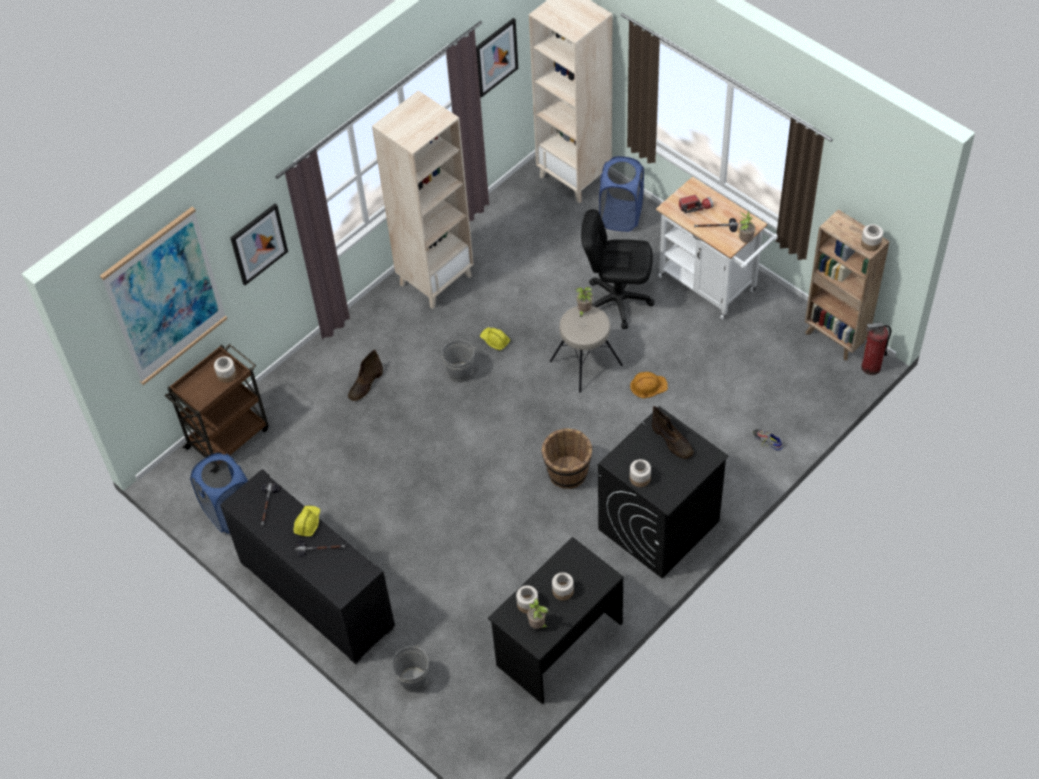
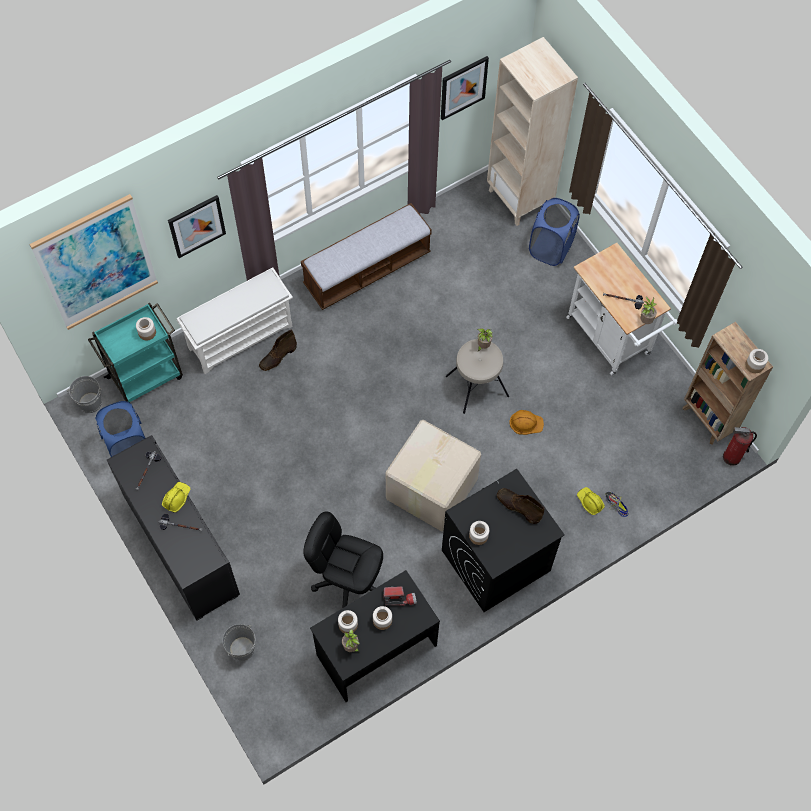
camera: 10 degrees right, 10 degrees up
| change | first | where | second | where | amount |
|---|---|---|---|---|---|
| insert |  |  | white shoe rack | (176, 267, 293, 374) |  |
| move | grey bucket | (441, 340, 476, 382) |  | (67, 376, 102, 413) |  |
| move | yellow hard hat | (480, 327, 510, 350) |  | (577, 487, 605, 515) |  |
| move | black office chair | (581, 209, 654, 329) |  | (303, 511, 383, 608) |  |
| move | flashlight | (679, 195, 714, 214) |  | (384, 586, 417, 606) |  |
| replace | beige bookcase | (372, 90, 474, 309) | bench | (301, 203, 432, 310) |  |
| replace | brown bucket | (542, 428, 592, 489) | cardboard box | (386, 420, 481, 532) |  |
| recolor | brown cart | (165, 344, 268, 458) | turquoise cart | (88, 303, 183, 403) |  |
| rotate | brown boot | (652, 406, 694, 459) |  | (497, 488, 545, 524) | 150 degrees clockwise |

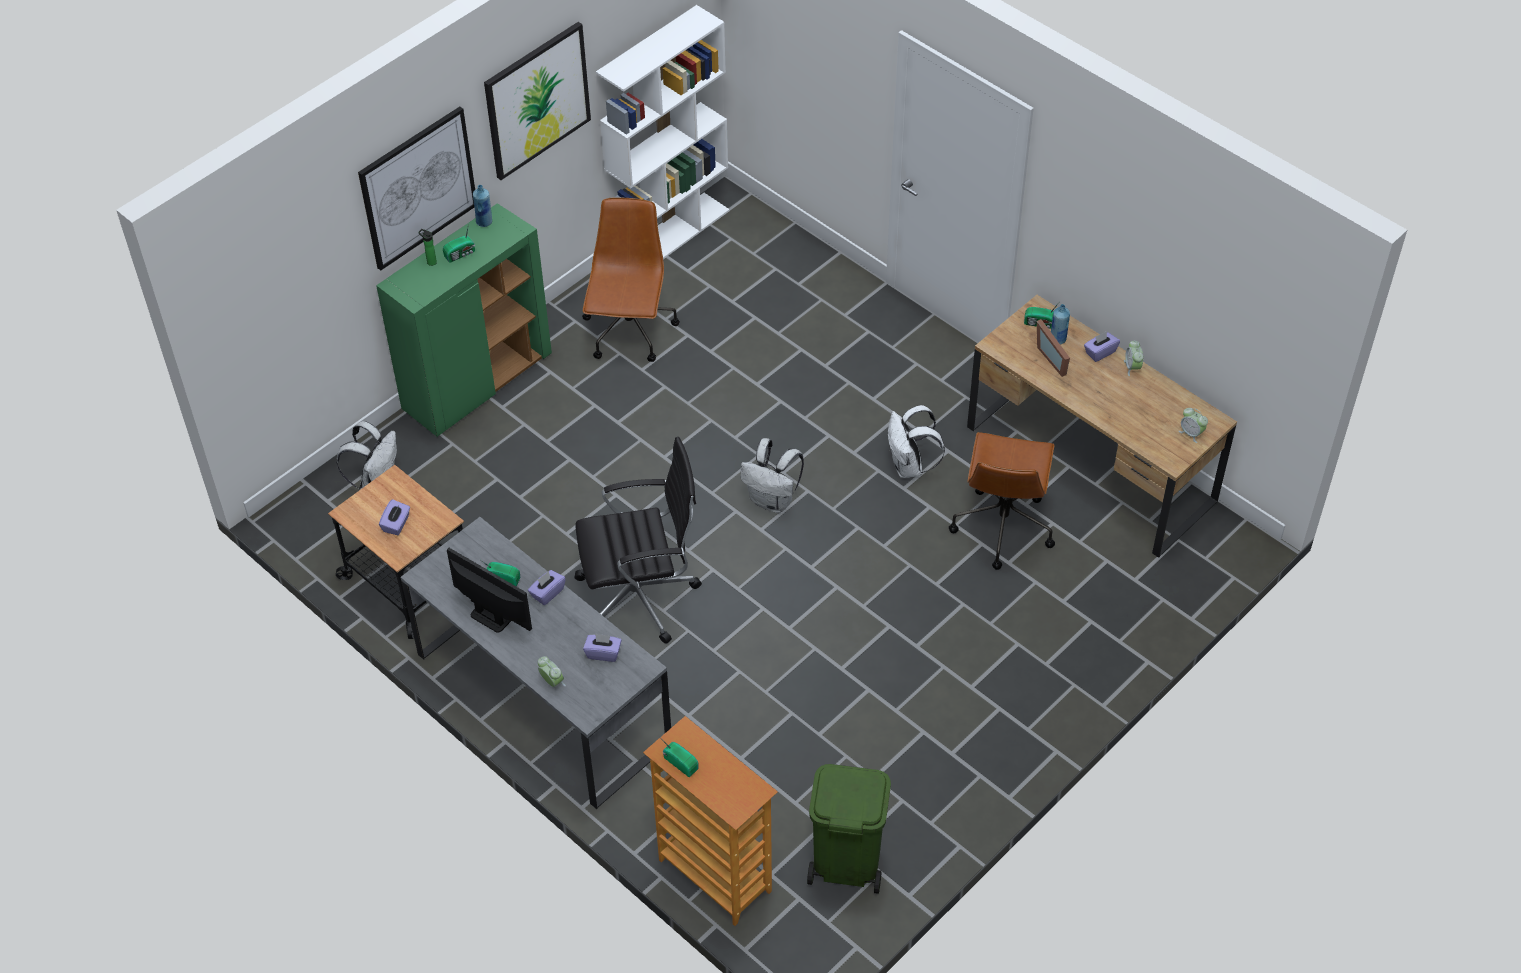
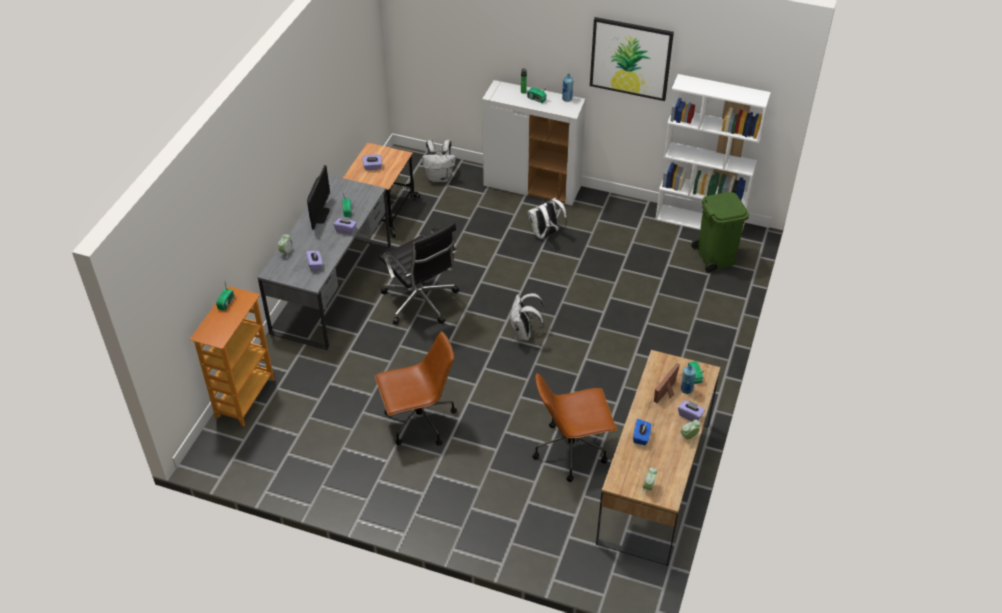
camera: 65 degrees right, 5 degrees down
| change | first | where | second | where | amount |
|---|---|---|---|---|---|
| delete | picture | (358, 107, 475, 271) |  |  |  |
| insert |  |  | blue tissue box | (633, 419, 651, 445) |  |
| move | brown office chair | (582, 197, 680, 362) |  | (375, 331, 457, 446) |  |
| move | green trash can | (807, 764, 891, 894) |  | (691, 192, 749, 273) |  |
| move | white backpack | (888, 405, 945, 478) |  | (528, 198, 567, 239) |  |
| recolor | green cabinet | (376, 203, 552, 437) | white cabinet | (482, 80, 585, 206) |  |

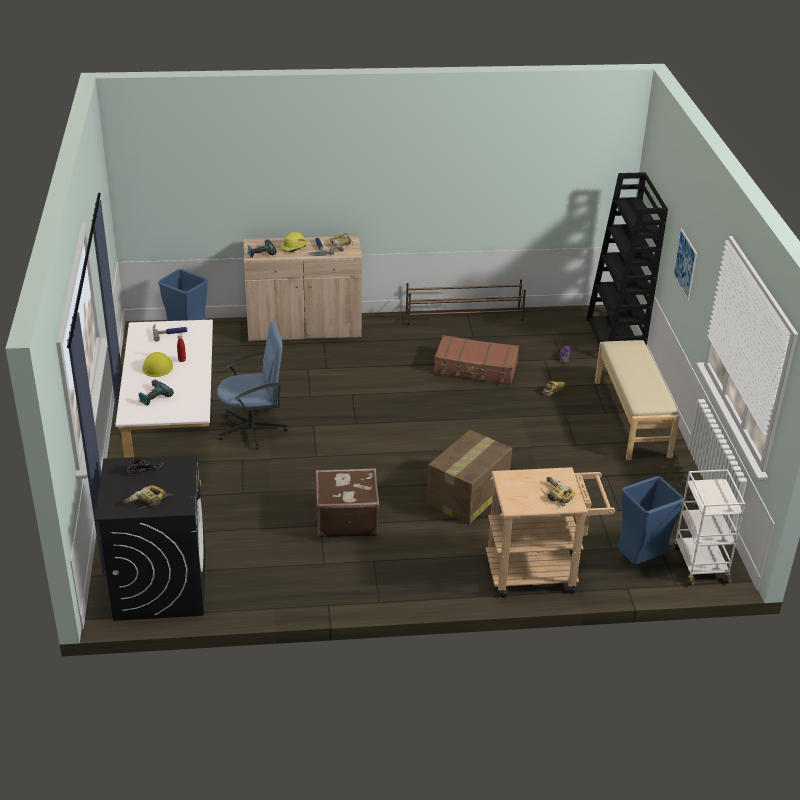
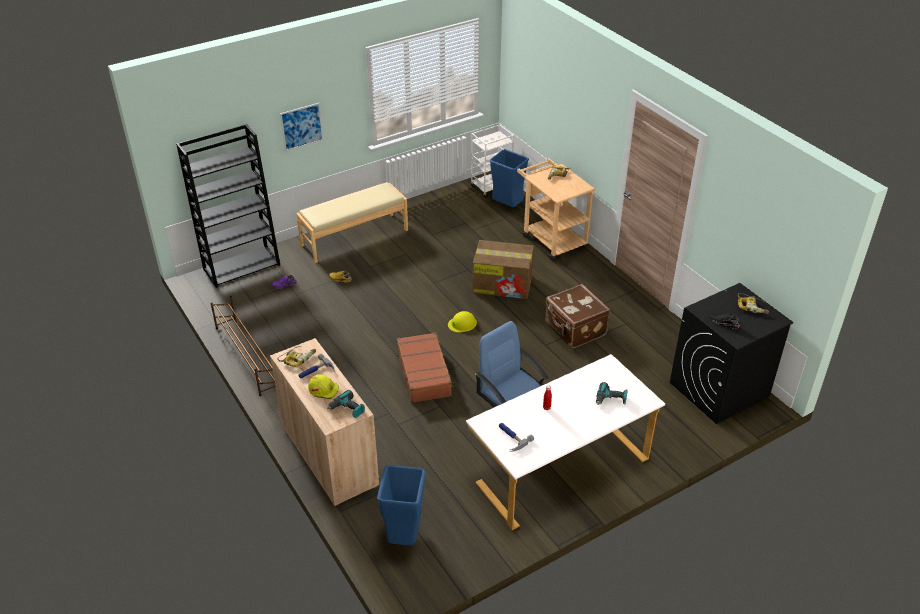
camera: 115 degrees left, 5 degrees up
| change | first | where | second | where | amount |
|---|---|---|---|---|---|
| move | yellow hard hat | (142, 352, 173, 377) |  | (448, 311, 477, 333) |  |
| move | brown suitcase | (434, 335, 519, 385) |  | (397, 332, 453, 403) |  |

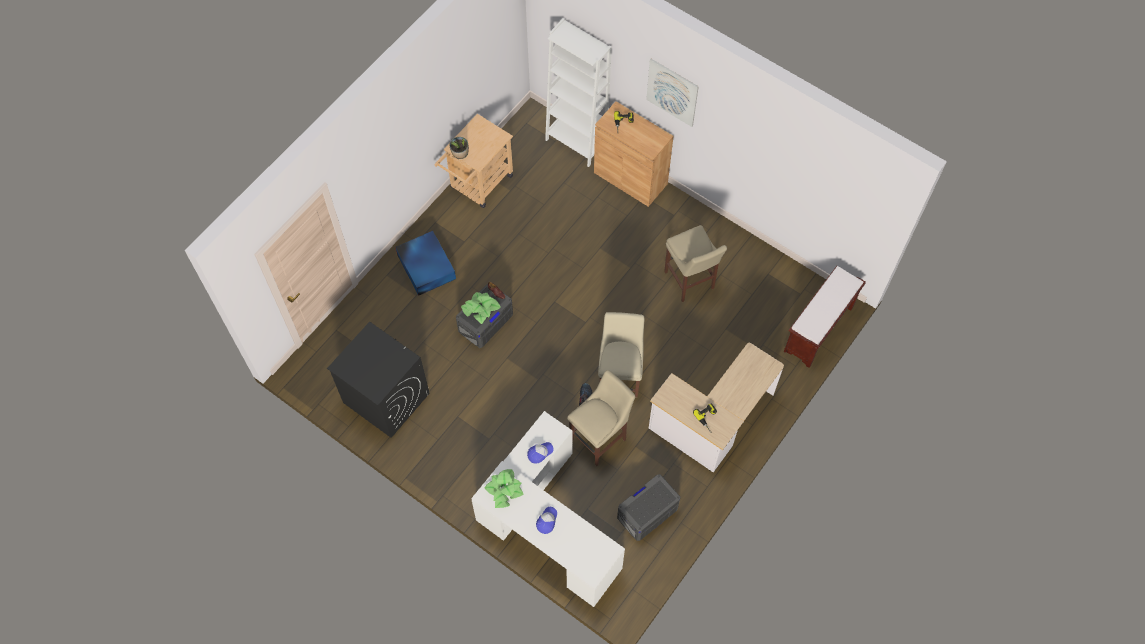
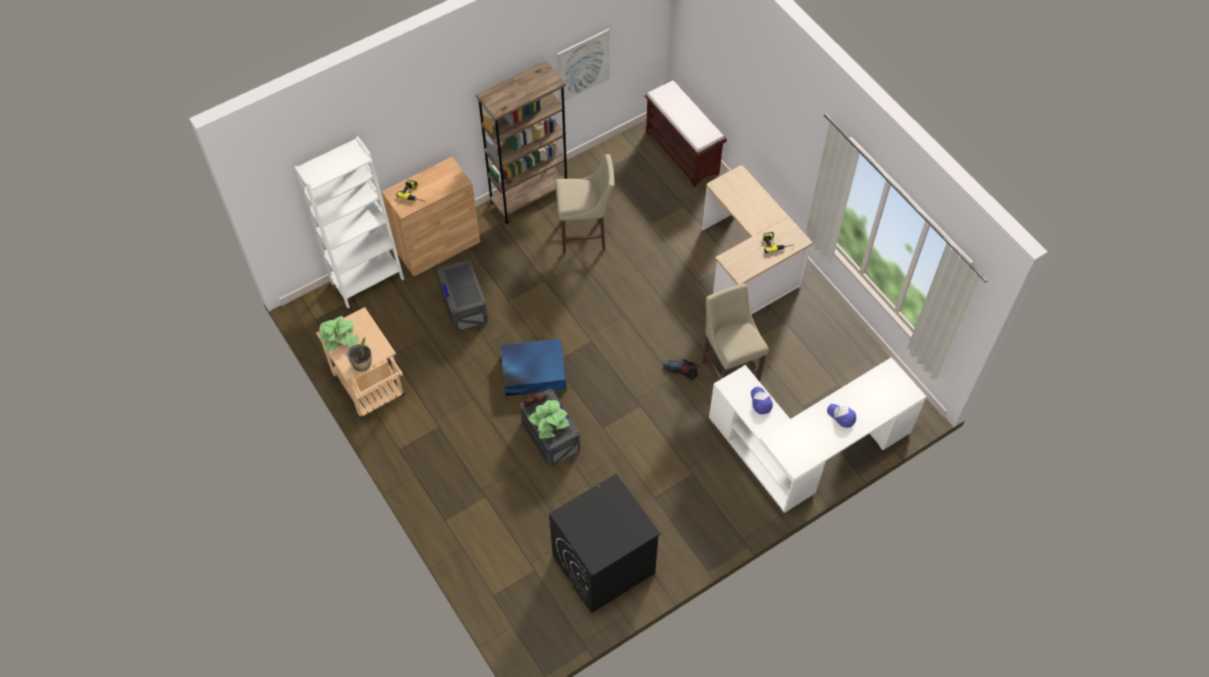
camera: 70 degrees left, 5 degrees down
| change | first | where | second | where | amount |
|---|---|---|---|---|---|
| delete | beige chair | (598, 312, 645, 397) |  |  |  |
| insert |  |  | brown bookcase | (476, 61, 567, 224) |  |
| move | blue storage box | (395, 231, 456, 296) |  | (500, 339, 567, 396) |  |
| move | potted plant | (484, 469, 524, 508) |  | (319, 316, 358, 352) |  |
| move | grey storage box | (617, 474, 680, 541) |  | (437, 260, 488, 332) |  |
| move | picture | (646, 59, 699, 127) |  | (557, 29, 610, 103) |  |

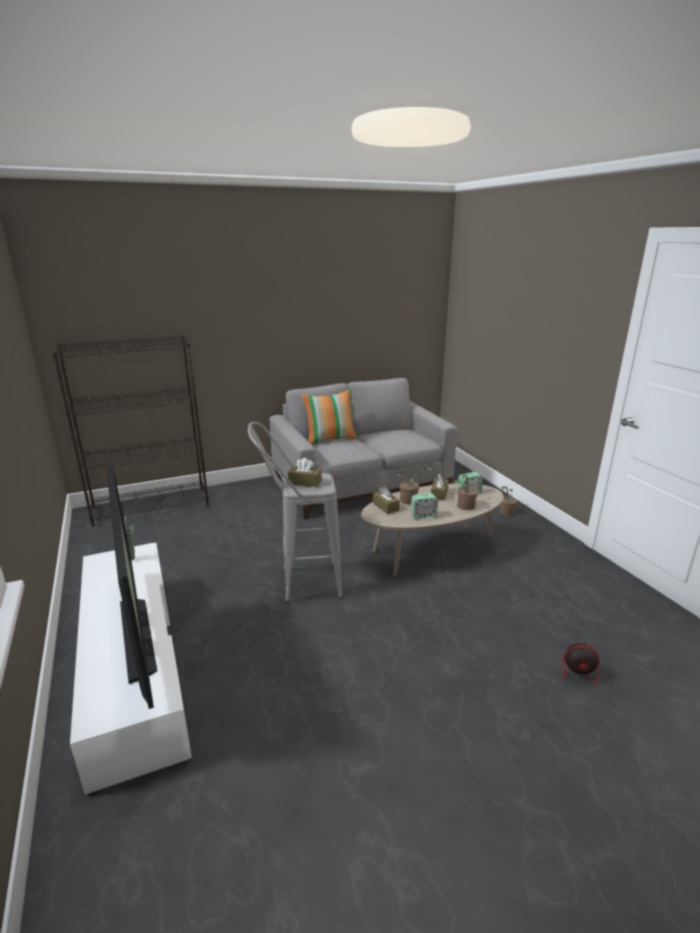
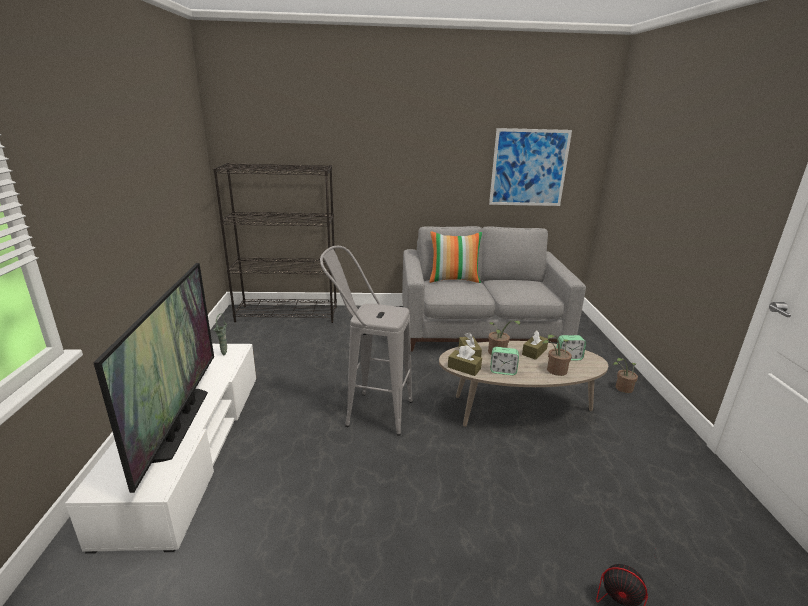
camera: 20 degrees right, 0 degrees up
| change | first | where | second | where | amount |
|---|---|---|---|---|---|
| insert |  |  | picture | (489, 128, 572, 206) |  |
| move | brown tissue box | (288, 458, 322, 487) |  | (448, 345, 482, 376) |  |

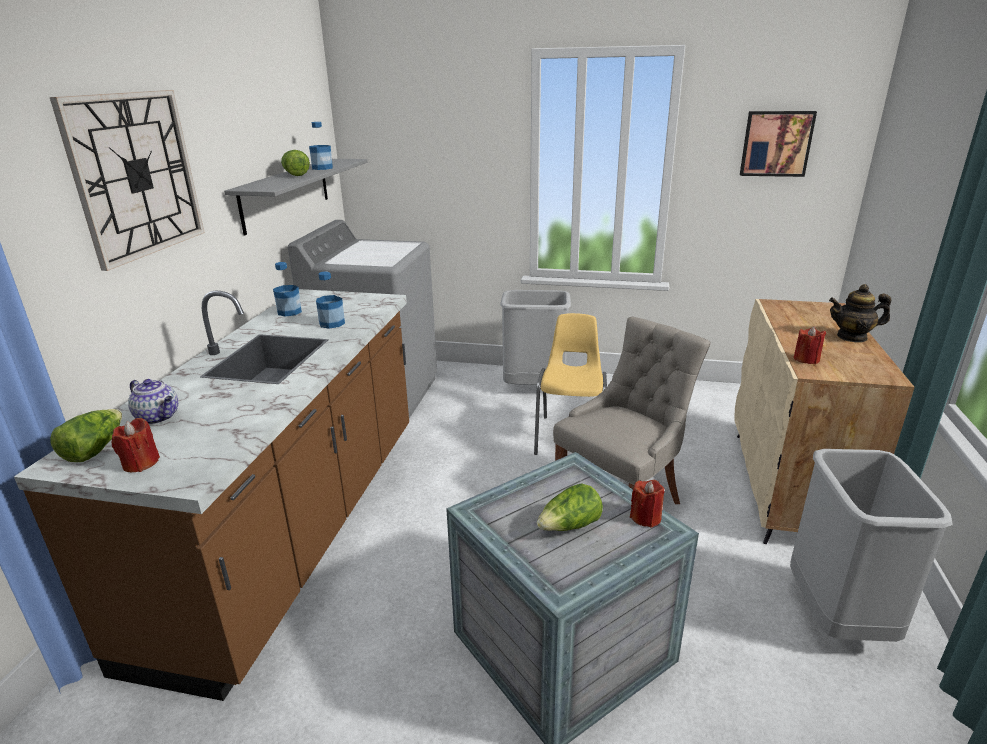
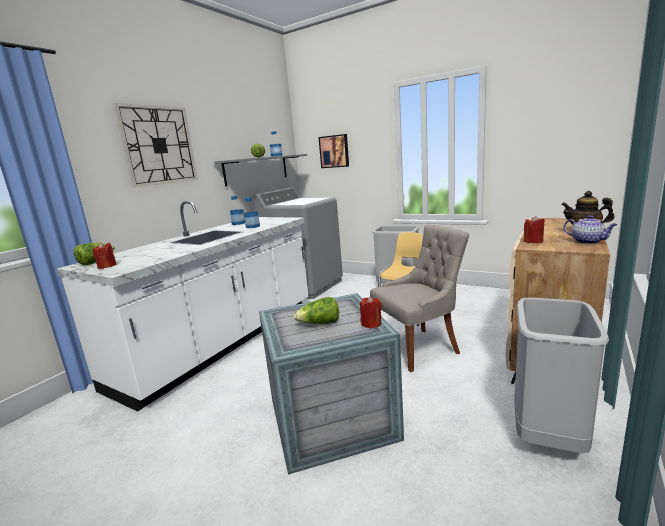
camera: 20 degrees right, 10 degrees down
| change | first | where | second | where | amount |
|---|---|---|---|---|---|
| move | teapot | (128, 379, 178, 424) |  | (564, 215, 617, 244) |  |
| move | picture | (740, 111, 817, 177) |  | (318, 134, 349, 168) |  |
| recolor | brown counter | (14, 289, 409, 701) | white counter | (57, 201, 308, 412) |  |

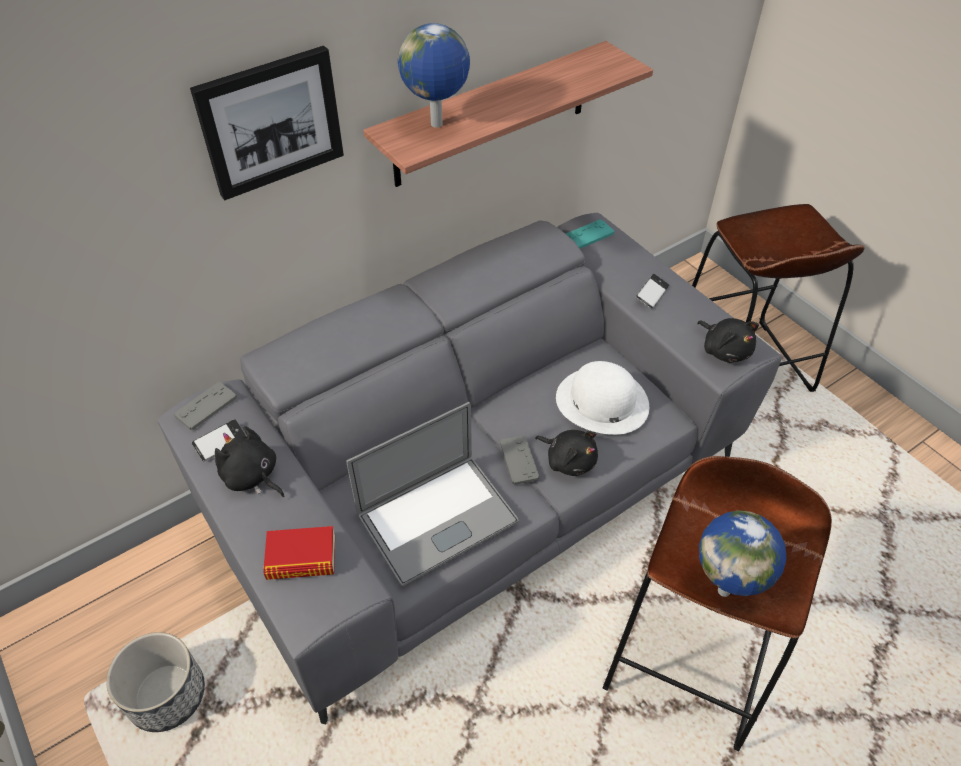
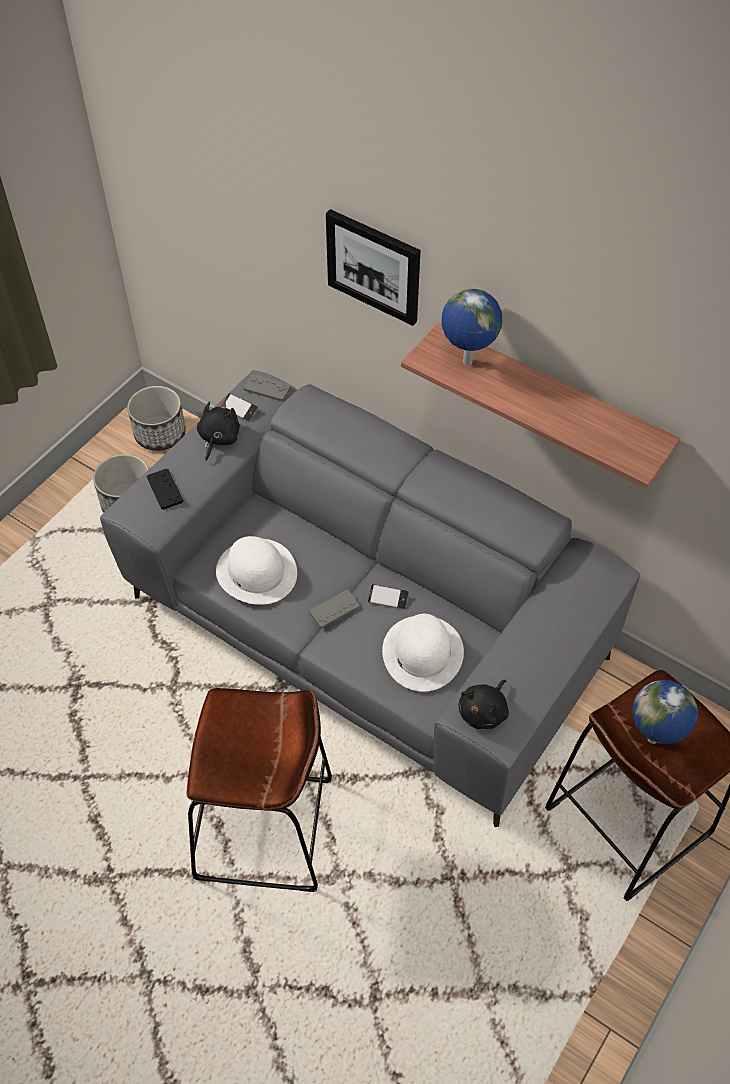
camera: 70 degrees right, 5 degrees up
| change | first | where | second | where | amount |
|---|---|---|---|---|---|
| delete | black plush toy | (535, 430, 598, 476) |  |  |  |
| delete | turquoise game controller | (566, 220, 614, 249) |  |  |  |
| insert |  |  | planter | (127, 386, 186, 451) |  |
| move | phone | (636, 274, 669, 309) |  | (368, 584, 409, 609) |  |
| move | globe | (699, 511, 787, 597) |  | (632, 680, 698, 744) |  |
| replace | book | (263, 526, 335, 580) | black game controller | (147, 468, 183, 510) |  |
| replace | laptop | (346, 402, 519, 587) | white hat | (216, 536, 297, 605) |  |

